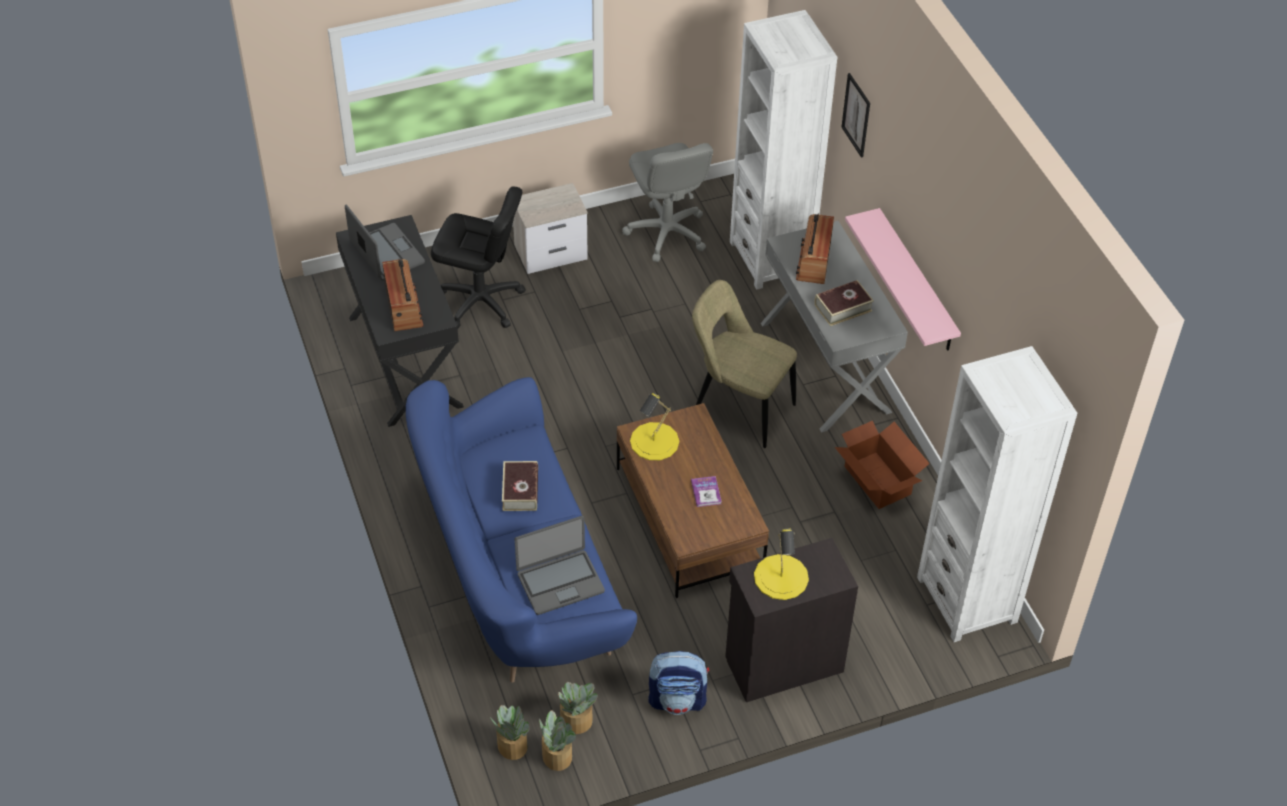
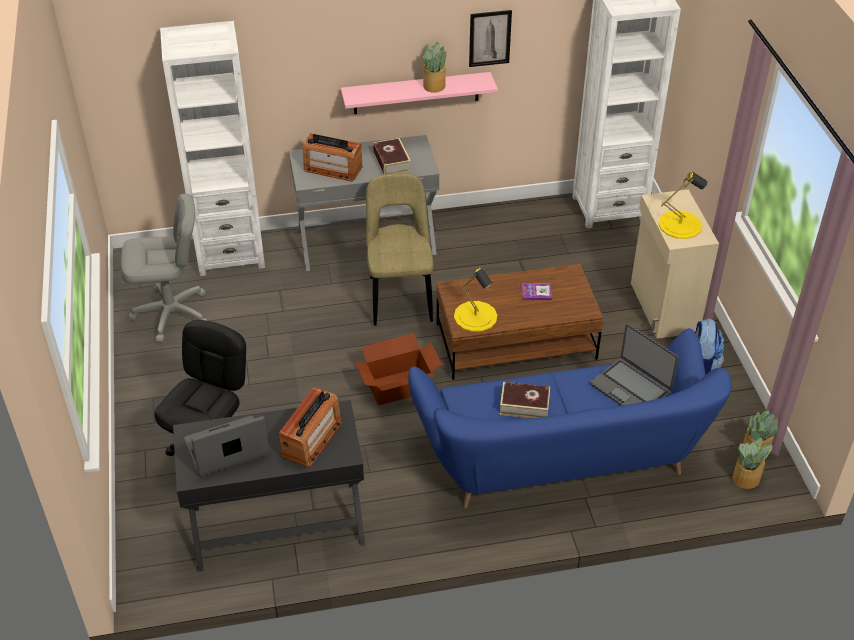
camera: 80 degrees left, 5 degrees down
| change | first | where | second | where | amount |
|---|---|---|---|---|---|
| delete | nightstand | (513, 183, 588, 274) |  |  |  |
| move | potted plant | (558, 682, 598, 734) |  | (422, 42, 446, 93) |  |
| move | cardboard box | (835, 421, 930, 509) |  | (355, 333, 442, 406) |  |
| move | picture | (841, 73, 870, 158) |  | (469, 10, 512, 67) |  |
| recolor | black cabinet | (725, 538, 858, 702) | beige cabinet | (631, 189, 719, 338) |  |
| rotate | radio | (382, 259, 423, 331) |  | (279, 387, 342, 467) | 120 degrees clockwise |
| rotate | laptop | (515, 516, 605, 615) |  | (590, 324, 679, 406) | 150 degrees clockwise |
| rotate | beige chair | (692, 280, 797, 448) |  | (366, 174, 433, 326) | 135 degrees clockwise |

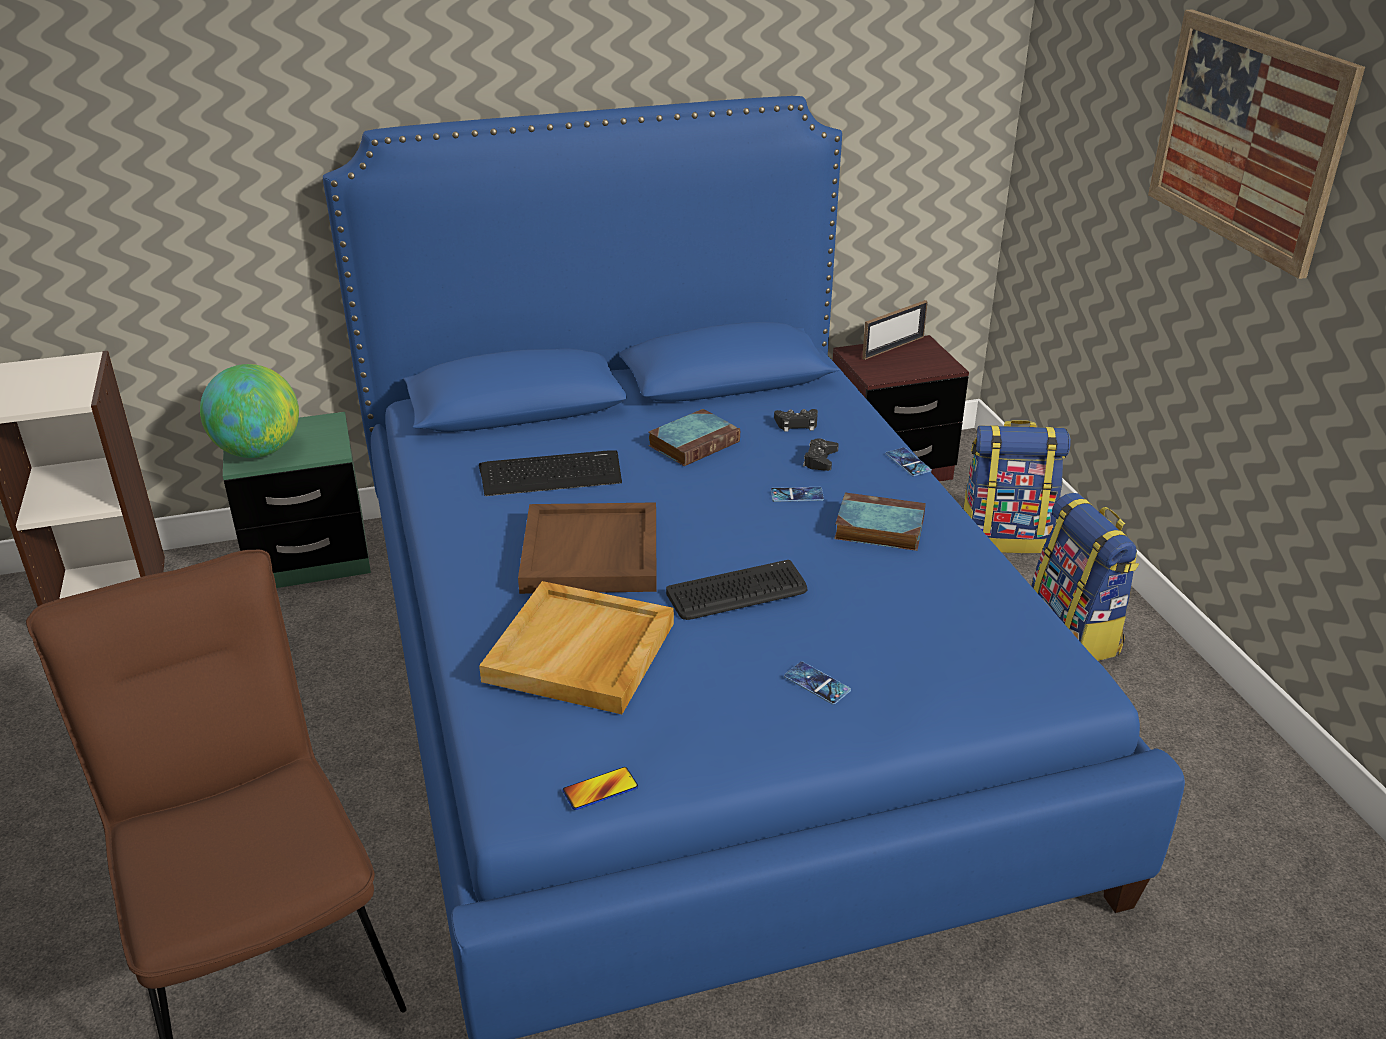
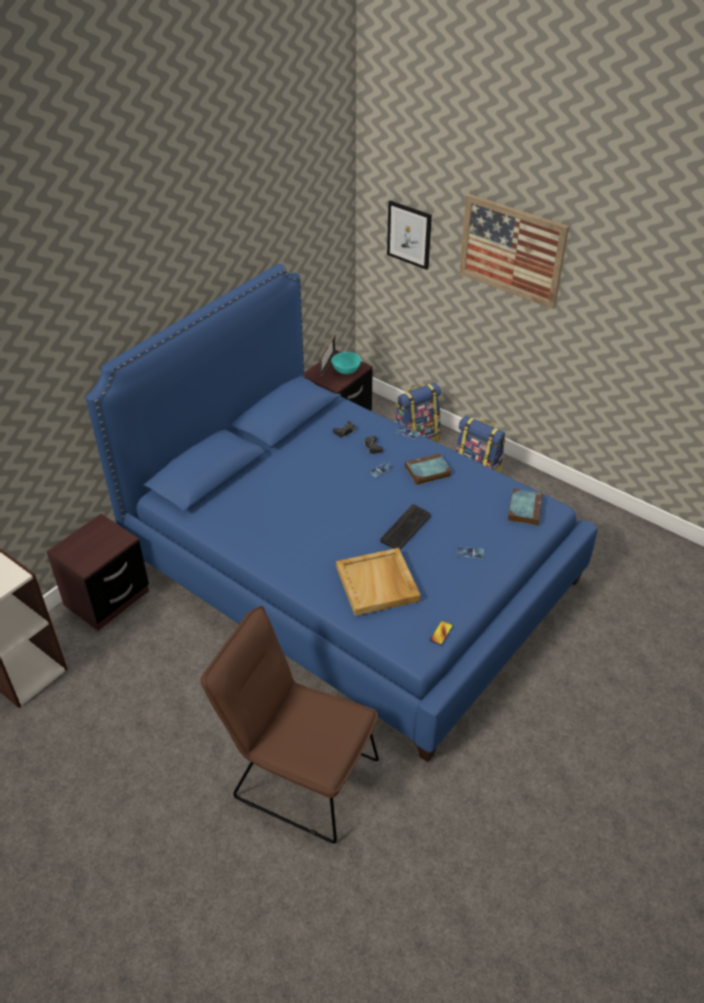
camera: 35 degrees left, 10 degrees up
| change | first | where | second | where | amount |
|---|---|---|---|---|---|
| delete | globe | (200, 364, 299, 458) |  |  |  |
| delete | keyboard | (479, 450, 622, 496) |  |  |  |
| delete | brown tray | (518, 502, 656, 594) |  |  |  |
| insert |  |  | turquoise bowl | (331, 352, 361, 374) |  |
| insert |  |  | picture | (387, 200, 432, 270) |  |
| move | book | (648, 409, 740, 466) |  | (508, 488, 543, 526) |  |
| recolor | green nightstand | (223, 412, 371, 588) | brown nightstand | (46, 514, 149, 631) |  |

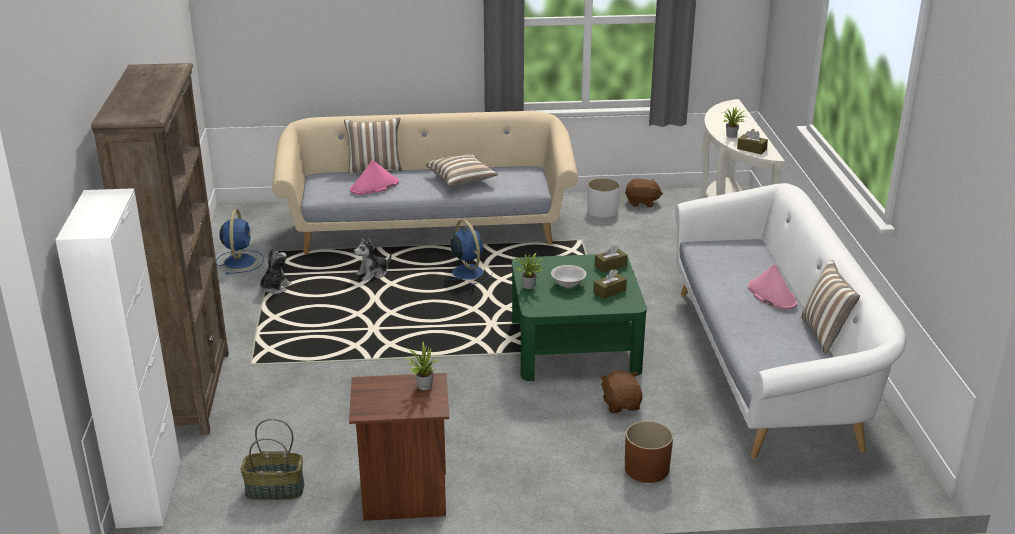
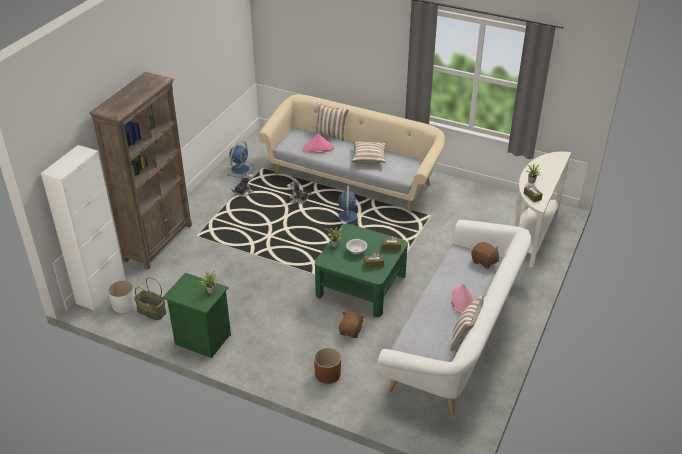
camera: 30 degrees right, 10 degrees up
| change | first | where | second | where | amount |
|---|---|---|---|---|---|
| move | white planter | (587, 178, 620, 218) |  | (108, 280, 136, 313) |  |
| move | brown plush toy | (625, 179, 663, 207) |  | (471, 242, 499, 269) |  |
| recolor | brown nightstand | (349, 373, 449, 521) | green nightstand | (163, 273, 231, 358) |  |

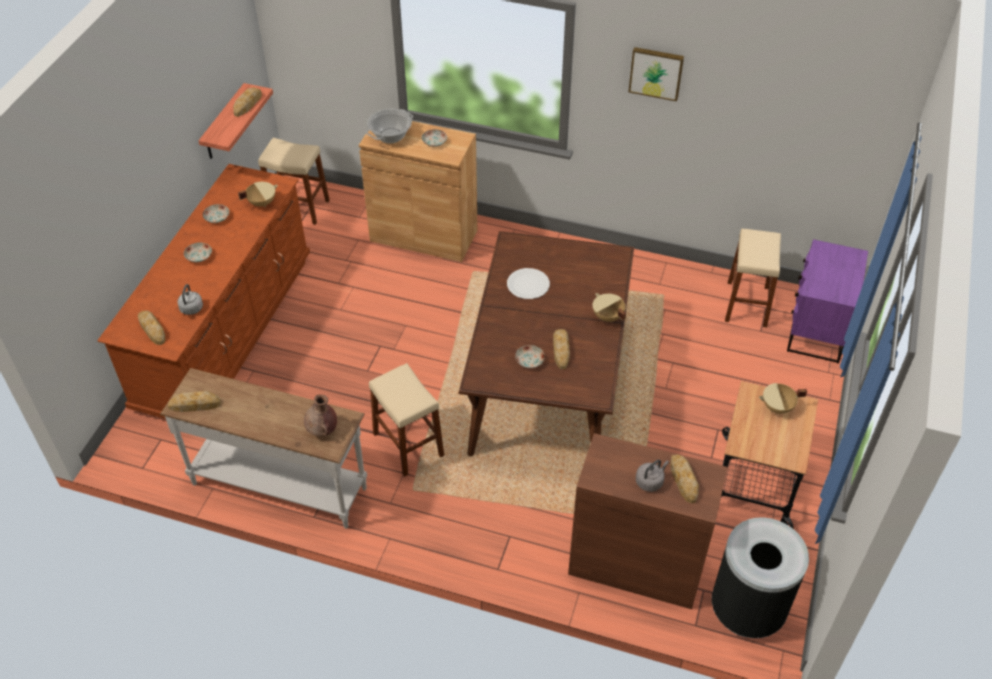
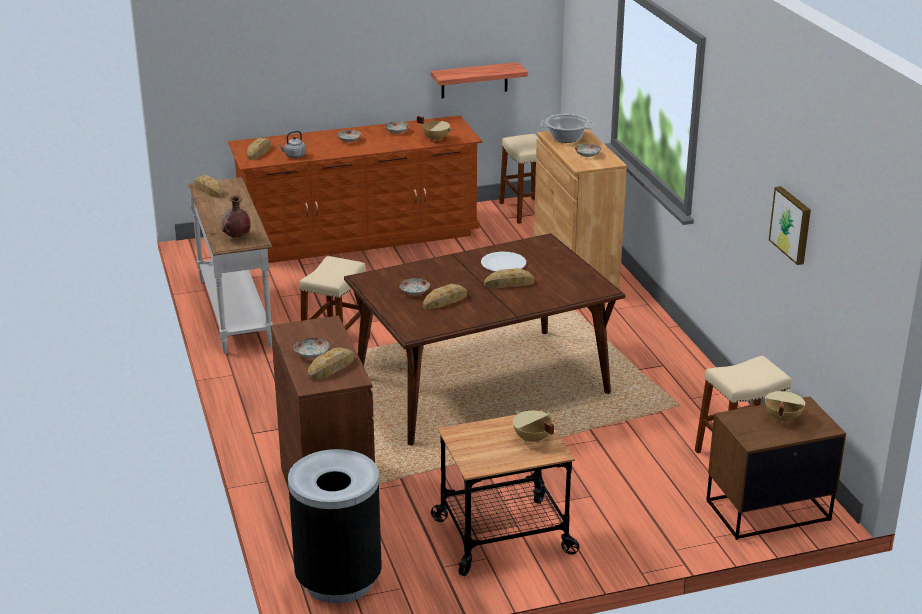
camera: 55 degrees right, 20 degrees down
| change | first | where | second | where | amount |
|---|---|---|---|---|---|
| move | bread | (233, 87, 262, 117) |  | (484, 268, 534, 288) |  |
| move | beige cooking pot | (593, 293, 626, 322) |  | (765, 389, 805, 423) |  |
| move | picture | (629, 47, 684, 101) |  | (769, 186, 811, 265) |  |
| replace | grey kettle | (636, 460, 669, 492) | plate | (294, 338, 330, 358) |  |
| recolor | purple nightstand | (787, 239, 868, 363) | brown nightstand | (707, 396, 846, 540) |  |

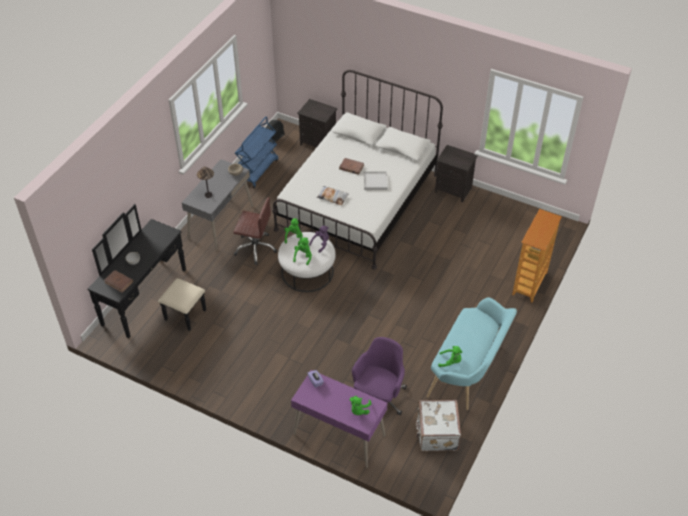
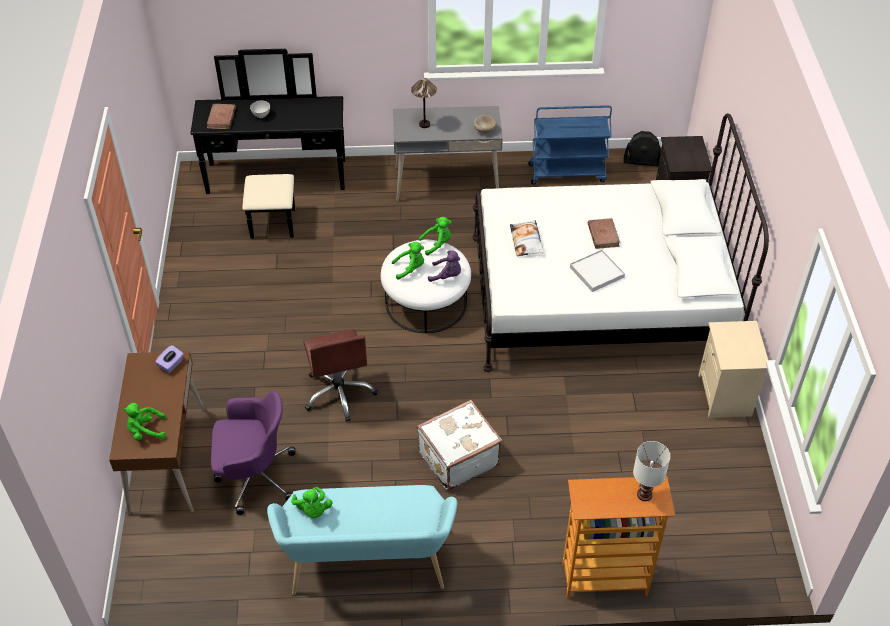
camera: 60 degrees right, 0 degrees up
| change | first | where | second | where | amount |
|---|---|---|---|---|---|
| insert |  |  | white table lamp | (633, 441, 670, 501) |  |
| move | brown office chair | (233, 197, 278, 265) |  | (303, 329, 378, 422) |  |
| move | white suitcase | (416, 400, 461, 451) |  | (417, 400, 502, 491) |  |
| recolor | purple desk | (291, 370, 388, 468) | brown desk | (109, 351, 205, 515) |  |
| recolor | black nightstand | (435, 145, 477, 202) | beige nightstand | (698, 321, 768, 418) |  |

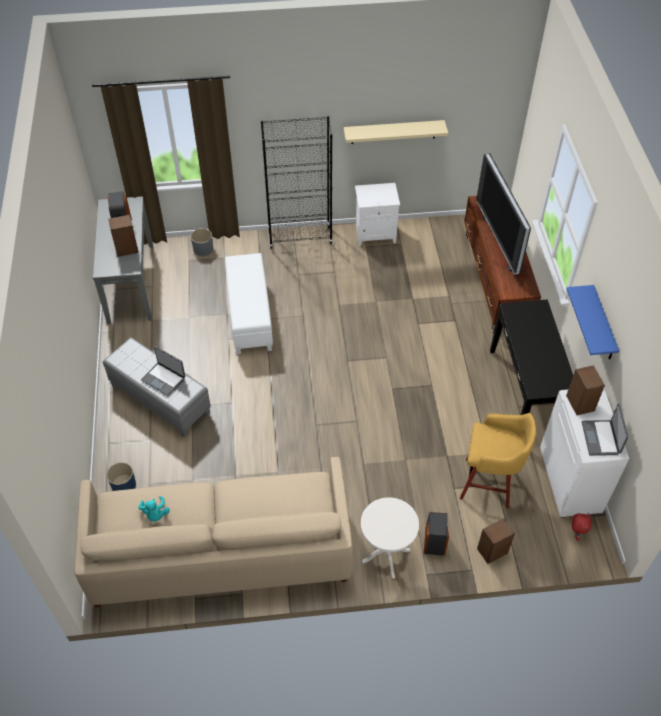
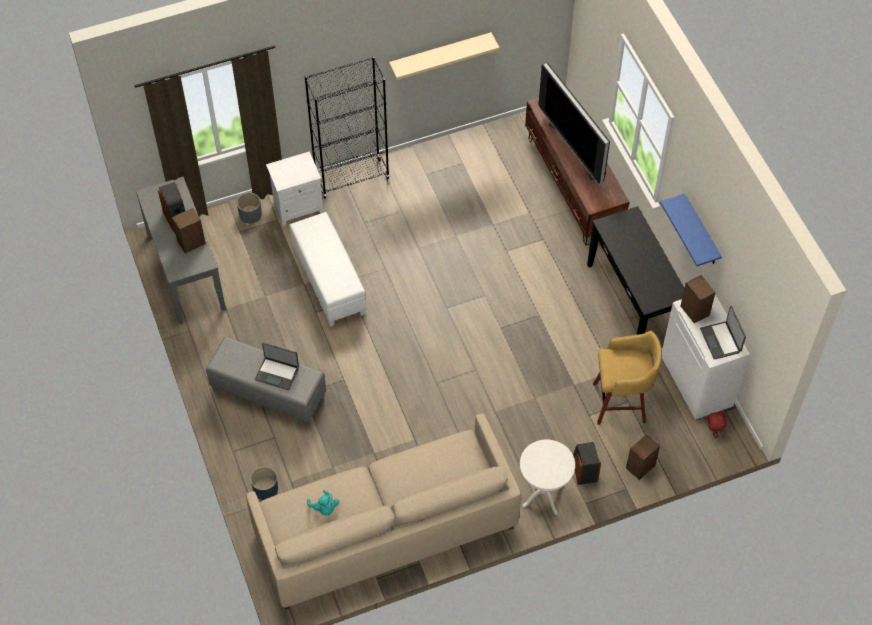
camera: 15 degrees left, 5 degrees up
| change | first | where | second | where | amount |
|---|---|---|---|---|---|
| move | white nightstand | (355, 183, 400, 246) |  | (266, 151, 323, 226) |  |

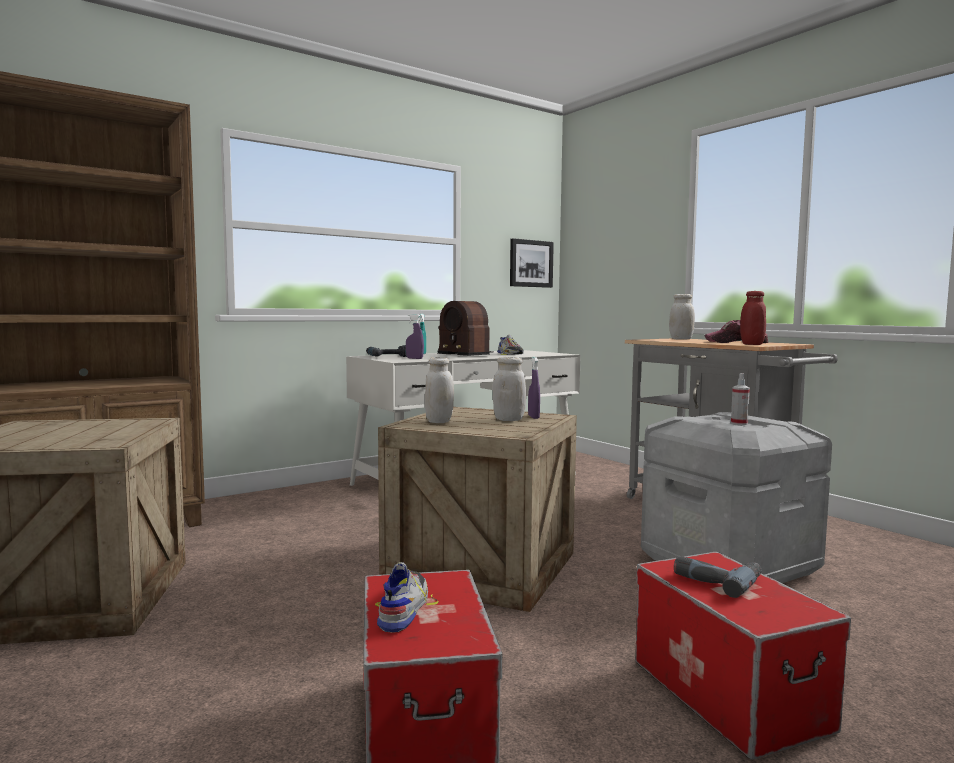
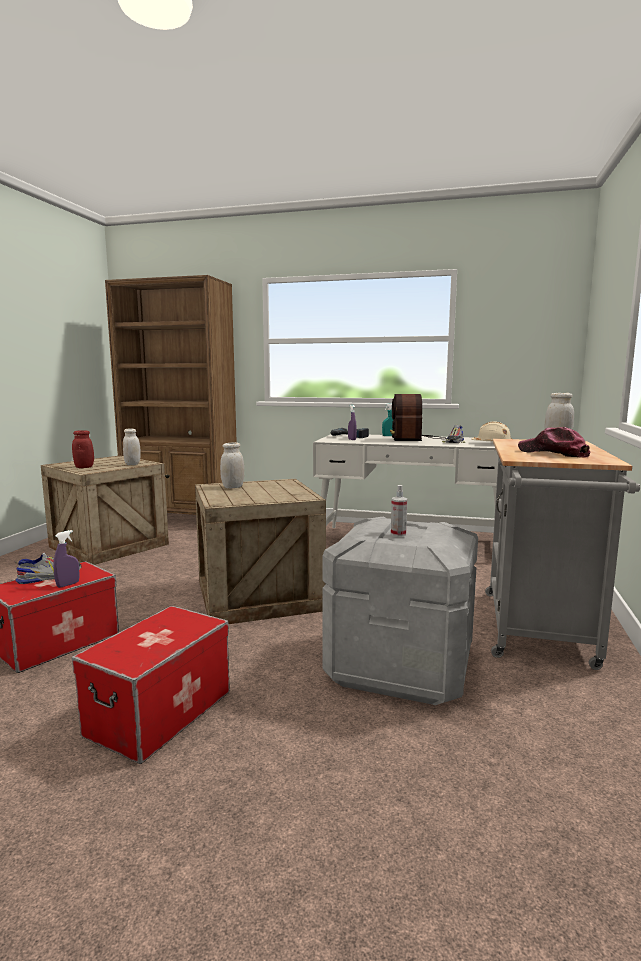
camera: 50 degrees right, 5 degrees up
| change | first | where | second | where | amount |
|---|---|---|---|---|---|
| delete | picture | (510, 238, 554, 288) |  |  |  |
| delete | power drill | (674, 556, 761, 598) |  |  |  |
| insert |  |  | beige hard hat | (471, 422, 511, 442) |  |
| move | white jar | (493, 357, 526, 421) |  | (123, 428, 141, 465) |  |
| move | purple spray bottle | (528, 357, 540, 419) |  | (53, 530, 79, 588) |  |
| move | red jar | (740, 291, 766, 345) |  | (72, 431, 94, 468) |  |

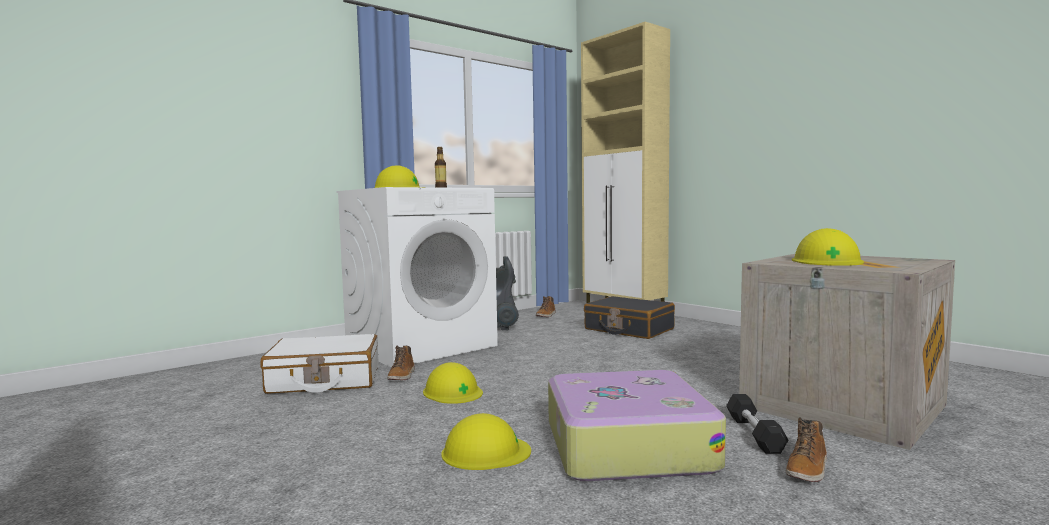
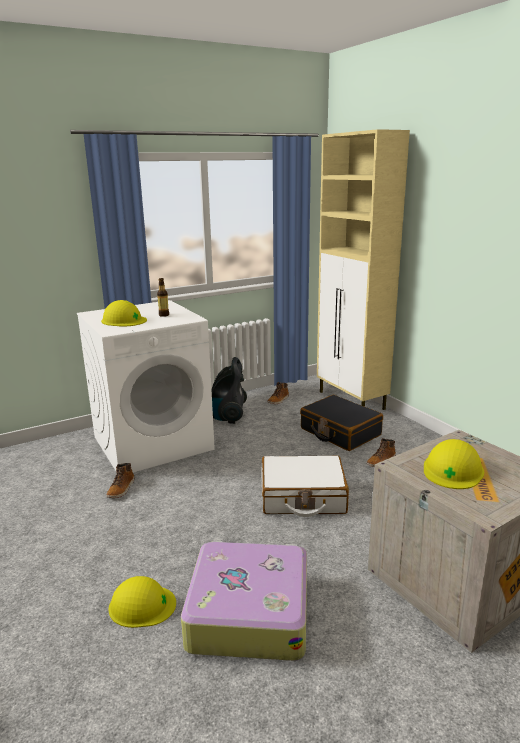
camera: 10 degrees right, 15 degrees up
| change | first | where | second | where | amount |
|---|---|---|---|---|---|
| delete | yellow hard hat | (423, 362, 483, 404) |  |  |  |
| delete | black dumbbell | (726, 394, 788, 454) |  |  |  |
| move | white suitcase | (260, 334, 378, 394) |  | (261, 455, 349, 517) |  |
| move | boot | (786, 417, 827, 482) |  | (366, 438, 396, 467) |  |

